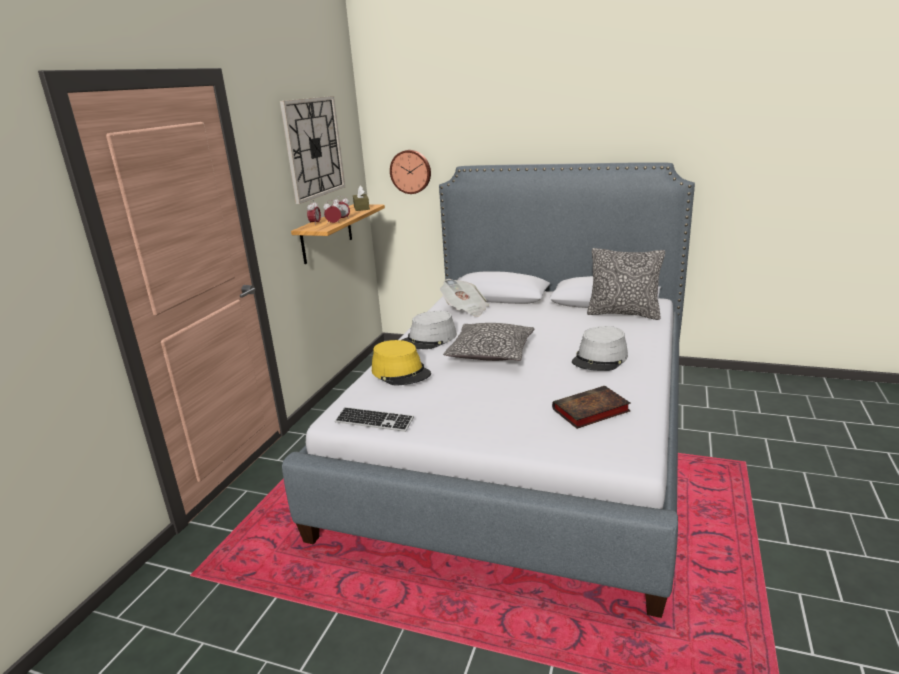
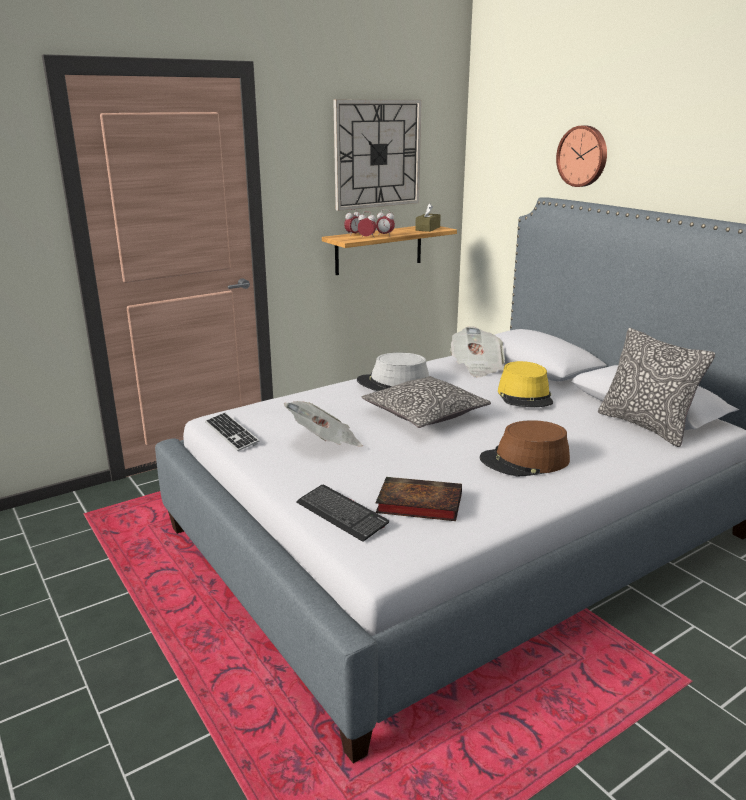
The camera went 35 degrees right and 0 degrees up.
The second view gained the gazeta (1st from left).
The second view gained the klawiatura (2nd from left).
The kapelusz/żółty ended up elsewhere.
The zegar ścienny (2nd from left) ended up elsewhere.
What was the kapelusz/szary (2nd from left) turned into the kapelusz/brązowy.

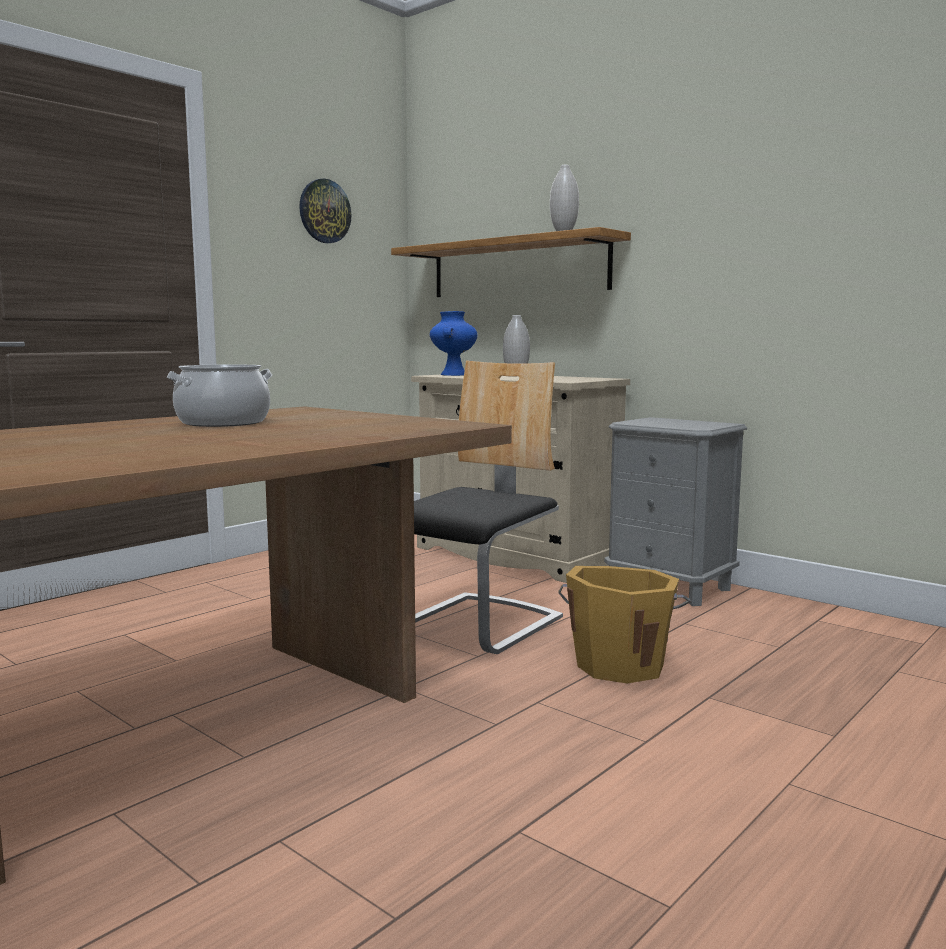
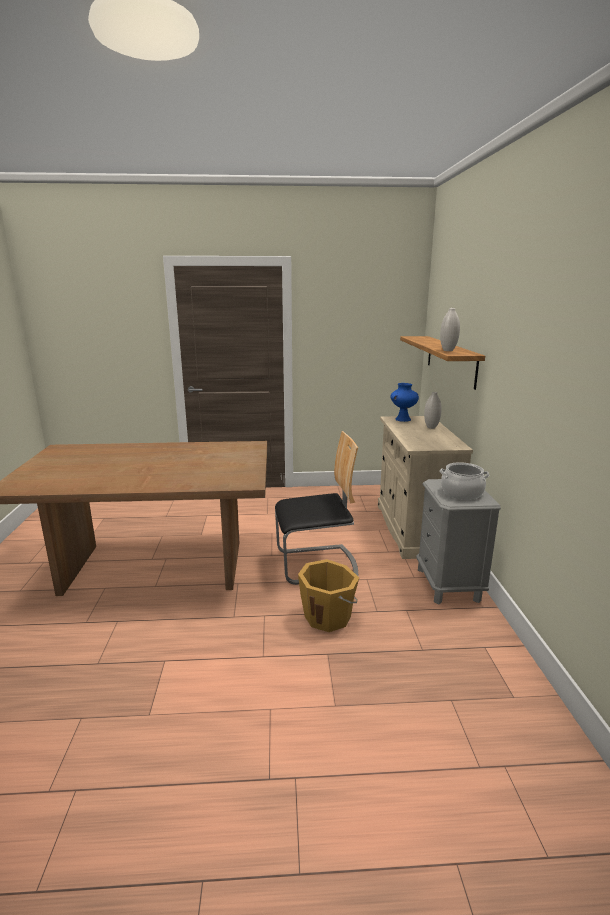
The camera went 45 degrees right and 10 degrees up.
The second view lost the zegar ścienny.
The garnek ended up elsewhere.

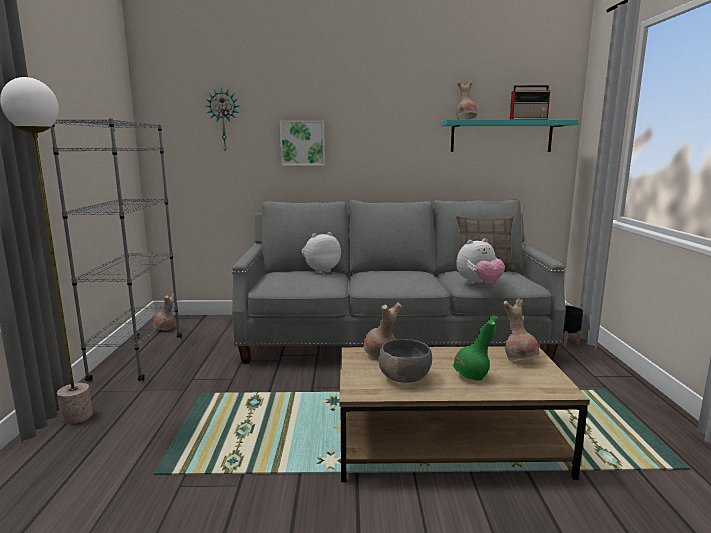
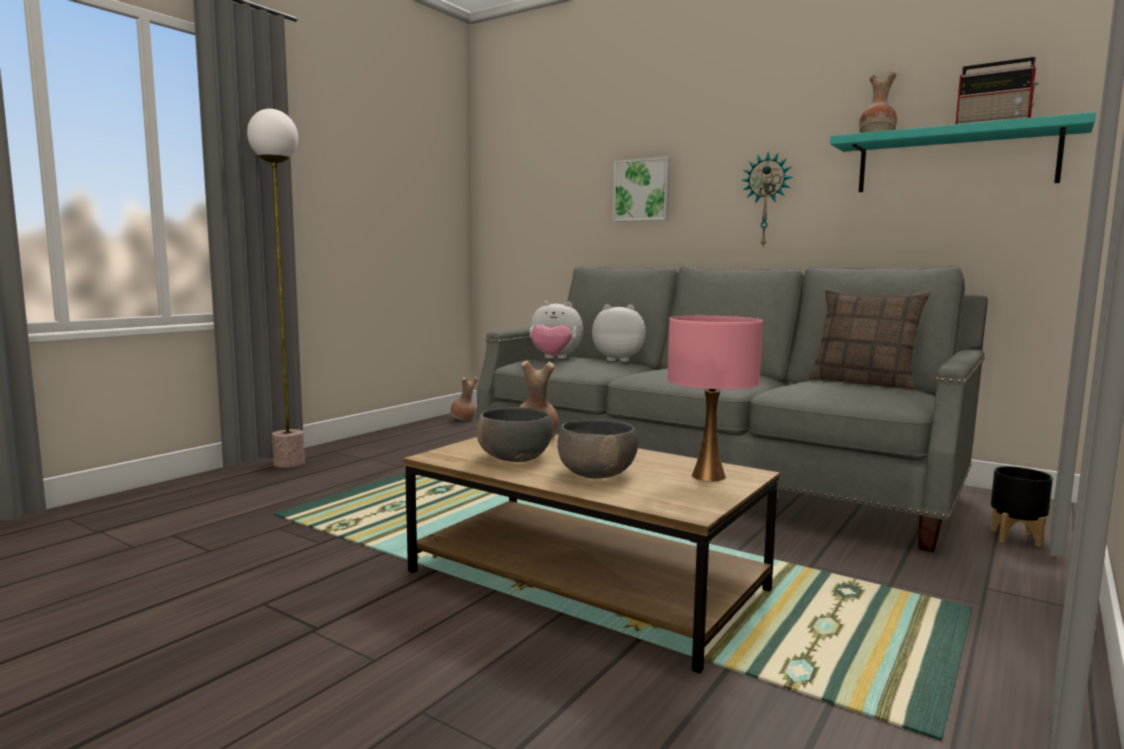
The camera went 35 degrees right and 5 degrees down.
The second view lost the regał/szary.
The zegar ścienny ended up elsewhere.
The pluszak (2nd from left in the first image) ended up elsewhere.
Where the wazon/zielony stood, the miska/szary (2nd from left) came to stand.
Where the wazon/brązowy (4th from left) stood, the lampa stołowa/różowy came to stand.

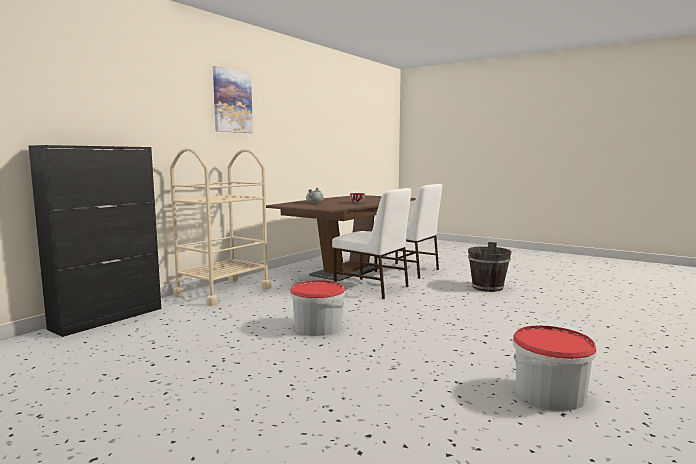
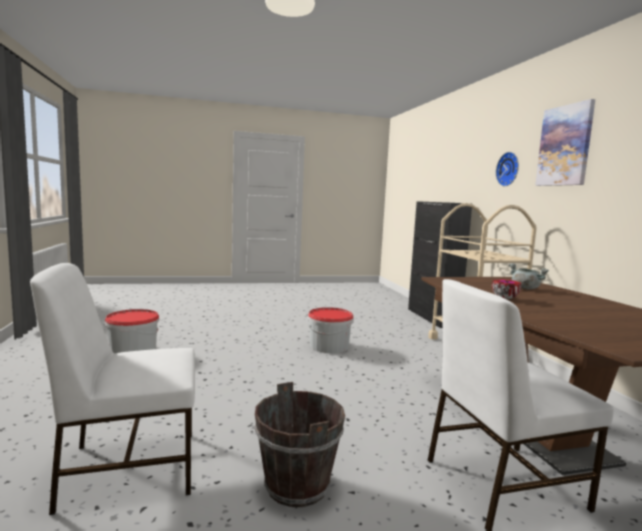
The camera went 130 degrees right and 0 degrees up.
The second view gained the zegar ścienny.
The krzesło/biały (1st from left) ended up elsewhere.

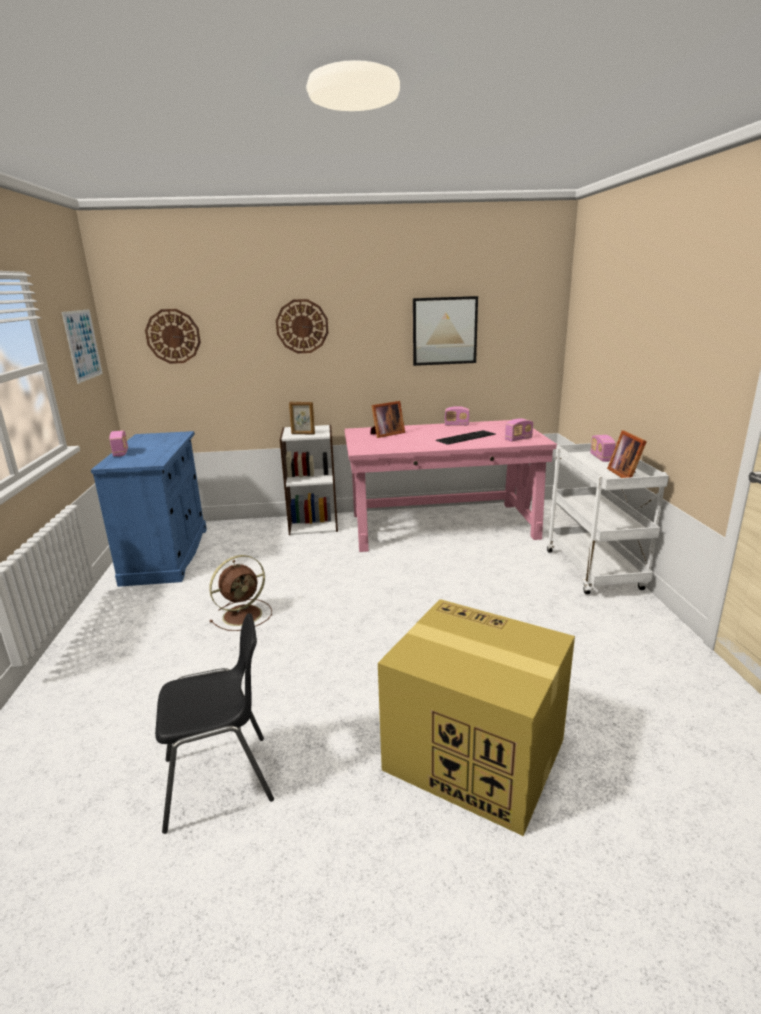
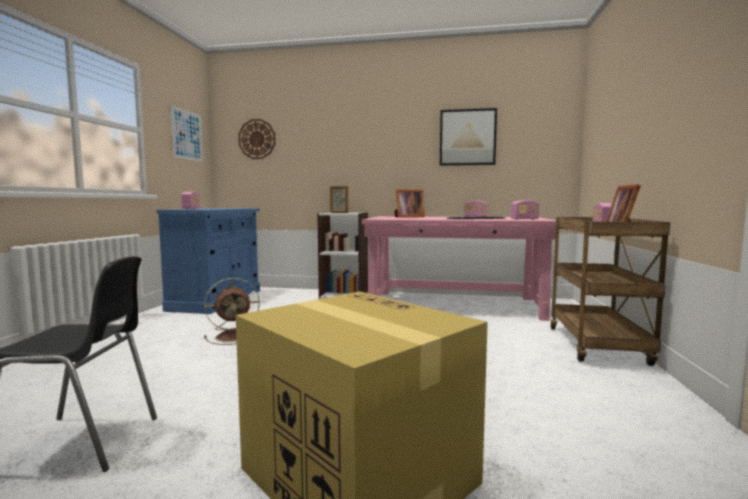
The camera went 15 degrees right and 15 degrees down.
The second view lost the zegar ścienny (2nd from left).
What was the wózek/biały turned into the wózek/brązowy.

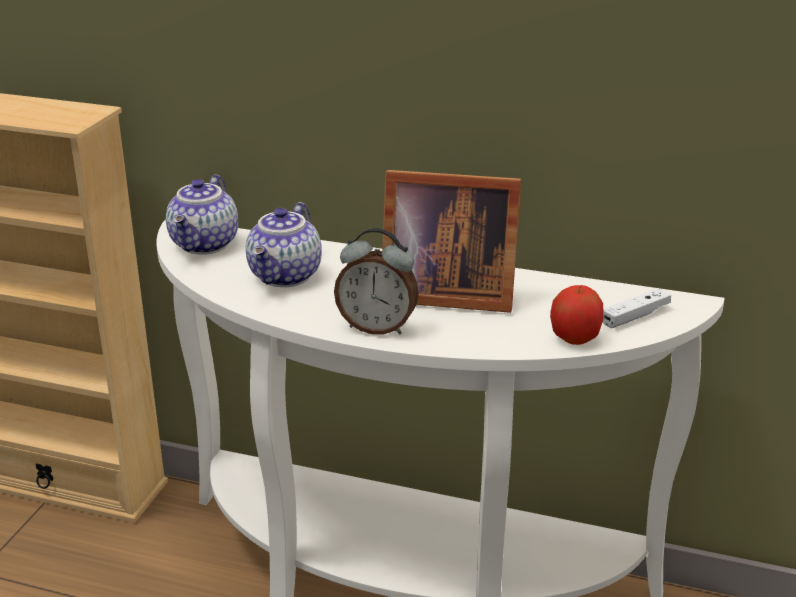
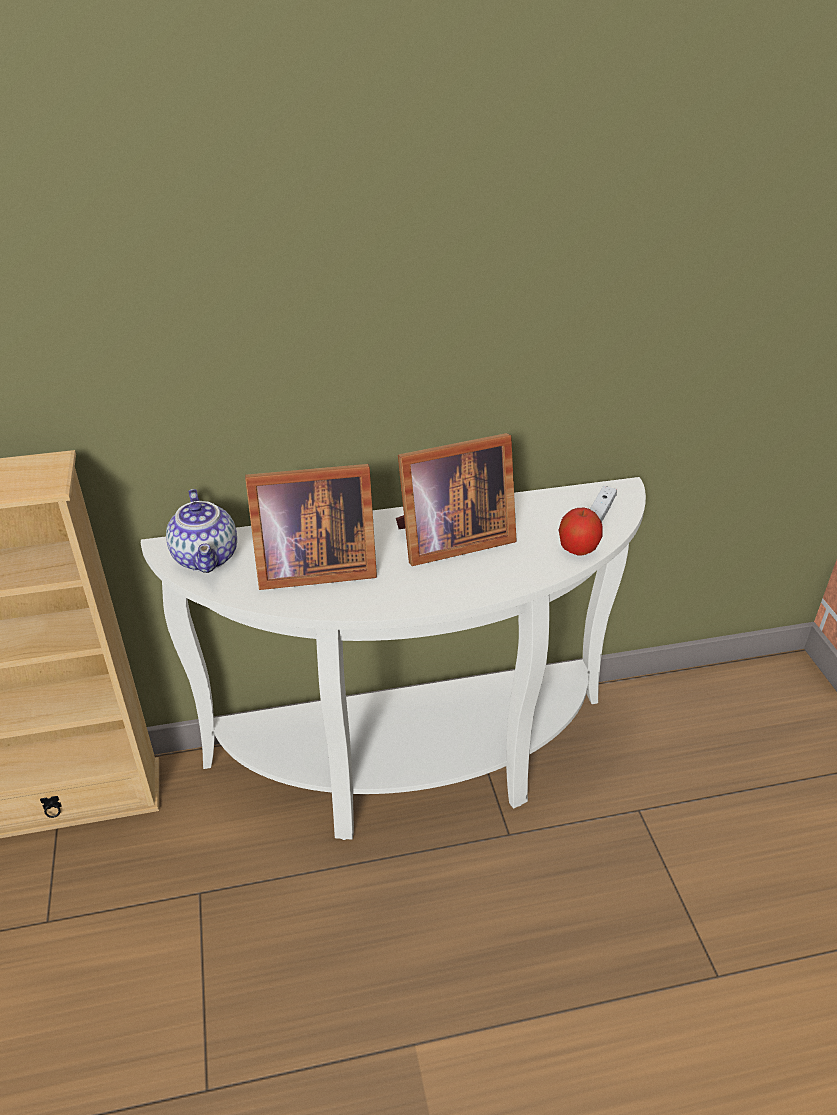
The camera went 30 degrees left and 10 degrees up.
The second view lost the budzik.
Where the imbryk (2nd from left) stood, the ramka na zdjęcie (1st from left) came to stand.

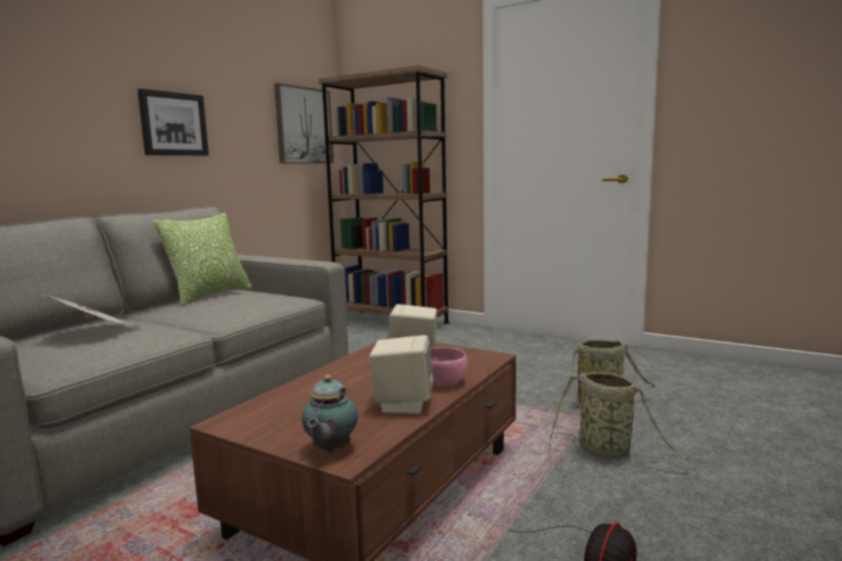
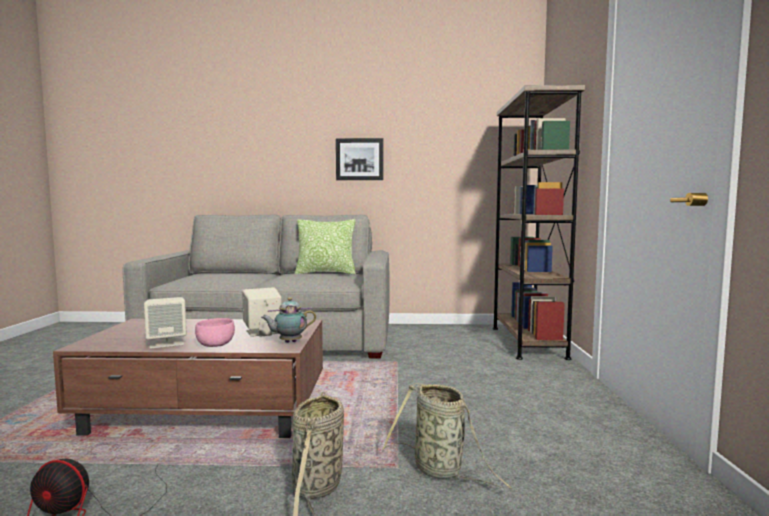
The camera went 60 degrees right and 5 degrees down.
The second view lost the gazeta.
The second view lost the obraz (2nd from left).
The imbryk ended up elsewhere.

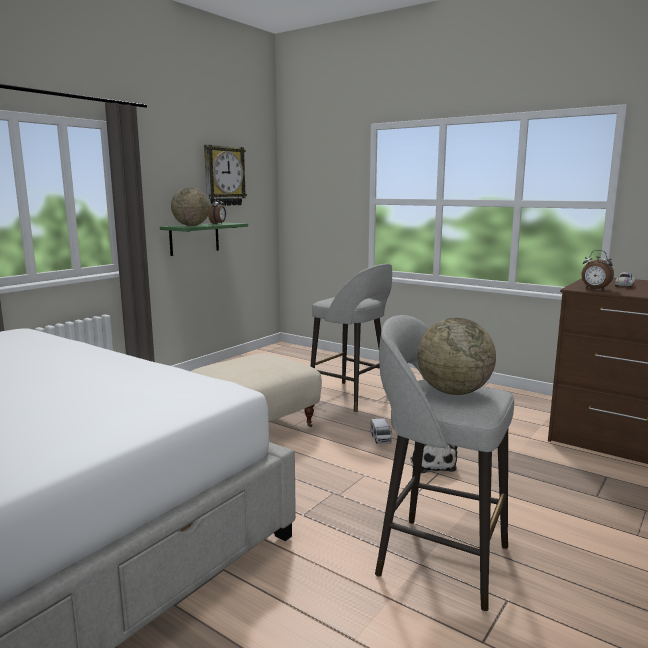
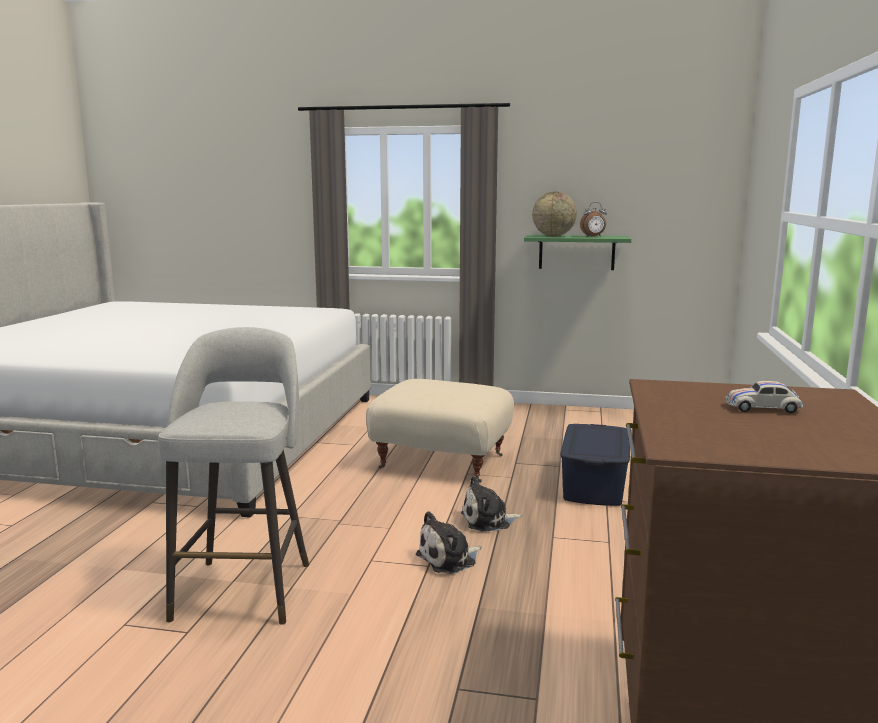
The camera went 65 degrees right and 0 degrees up.
The second view lost the zegar ścienny.
The second view lost the globus (2nd from left).
The second view lost the budzik (2nd from left).
Where the stołek/szary (1st from left) stood, the pojemnik do przechowywania/niebieski came to stand.
Where the ciężarówka zabawkowa stood, the pluszak (2nd from left) came to stand.

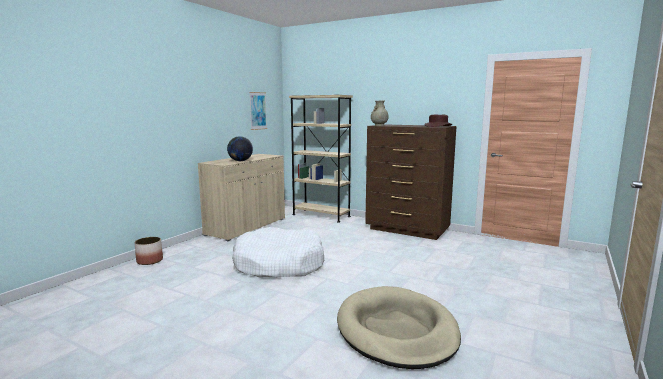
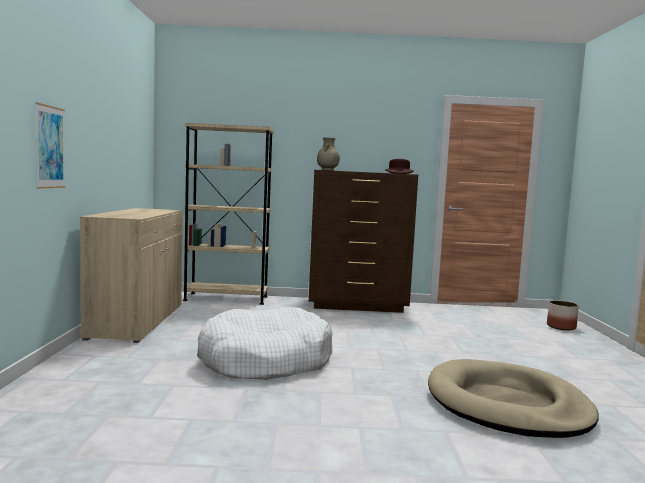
The camera went 30 degrees left and 5 degrees down.
The second view lost the globus.
The donica ended up elsewhere.
The obraz ended up elsewhere.

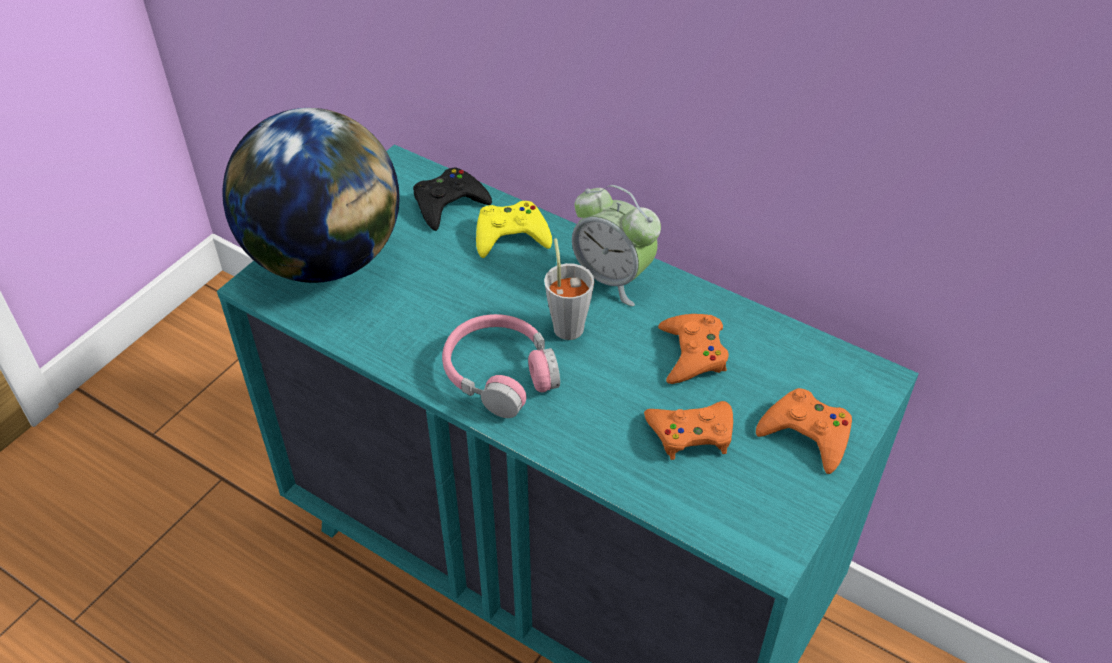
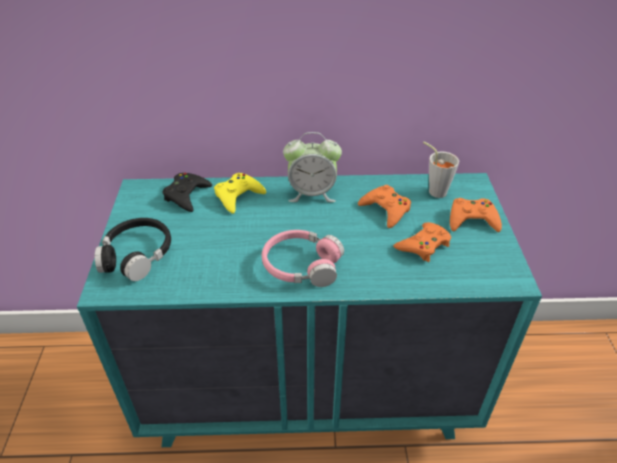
The camera went 35 degrees left and 5 degrees down.
The filiżanka/szary ended up elsewhere.
Where the globus stood, the słuchawki/czarny came to stand.

